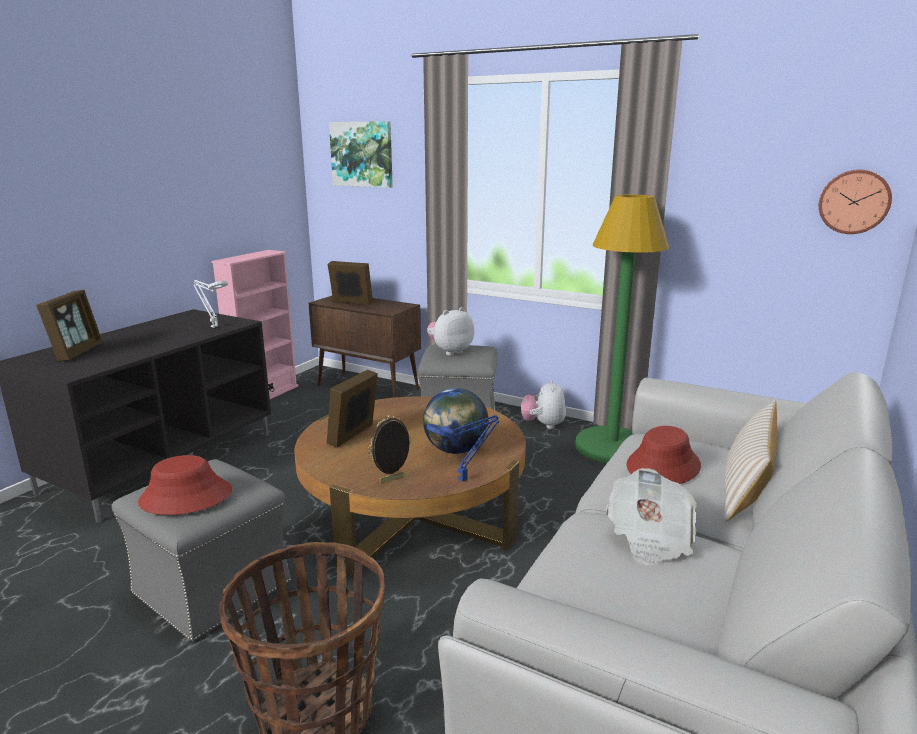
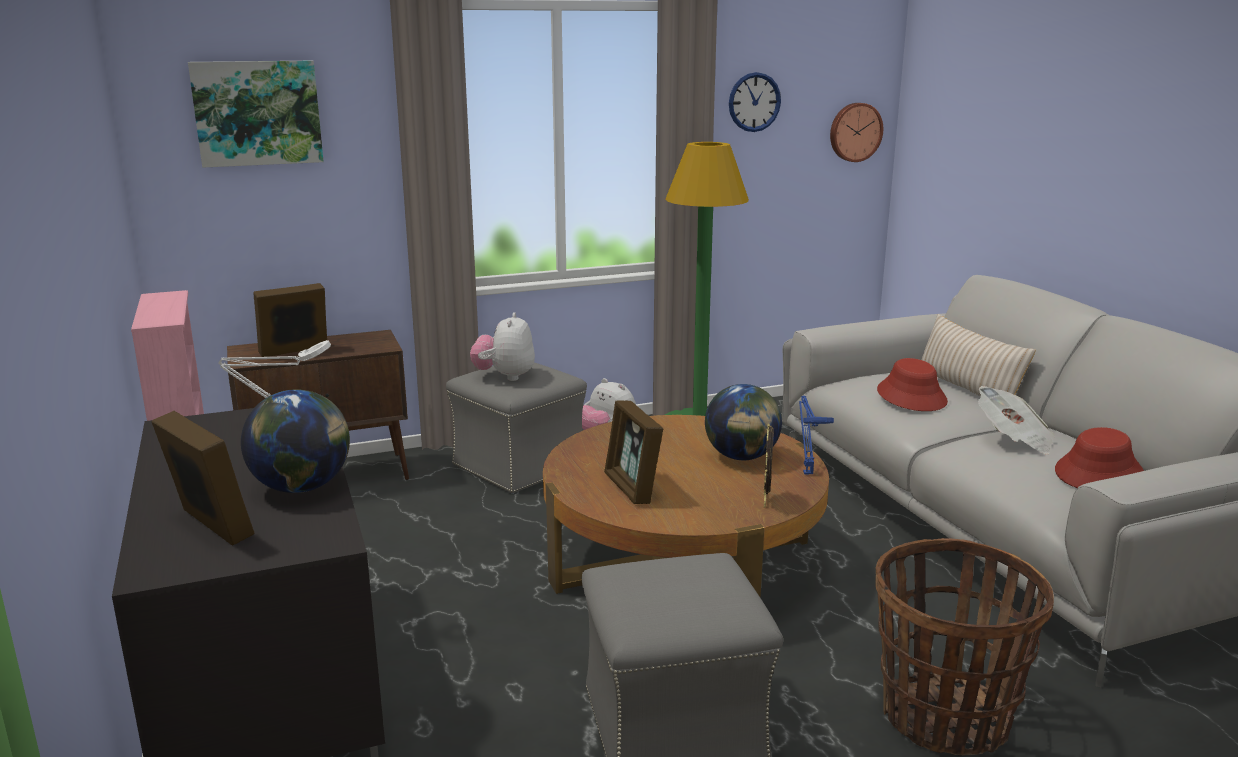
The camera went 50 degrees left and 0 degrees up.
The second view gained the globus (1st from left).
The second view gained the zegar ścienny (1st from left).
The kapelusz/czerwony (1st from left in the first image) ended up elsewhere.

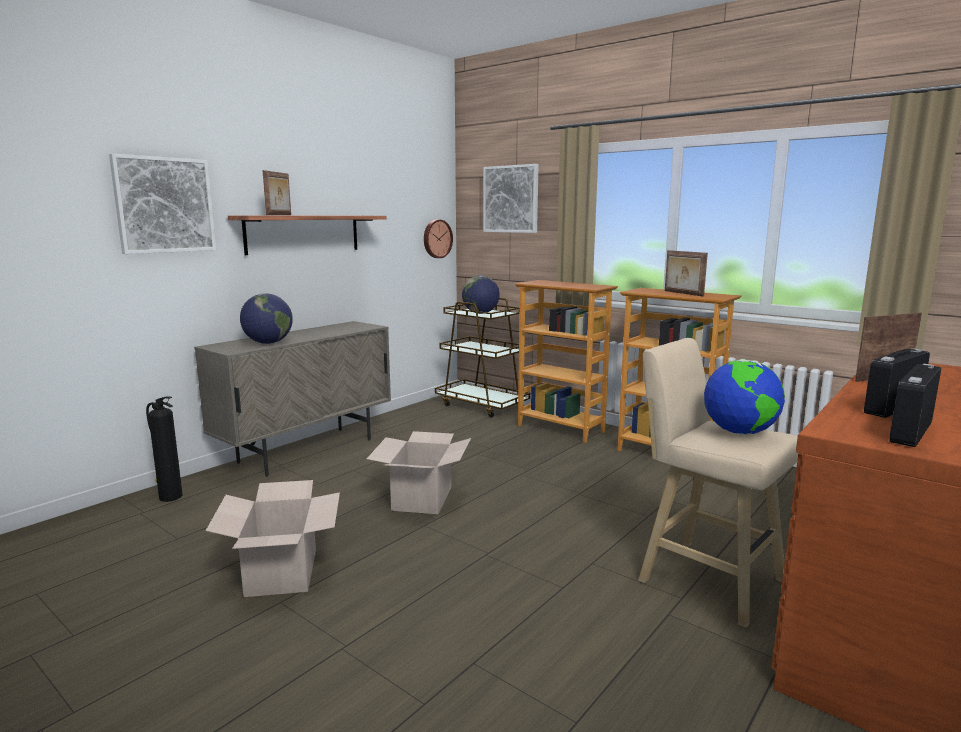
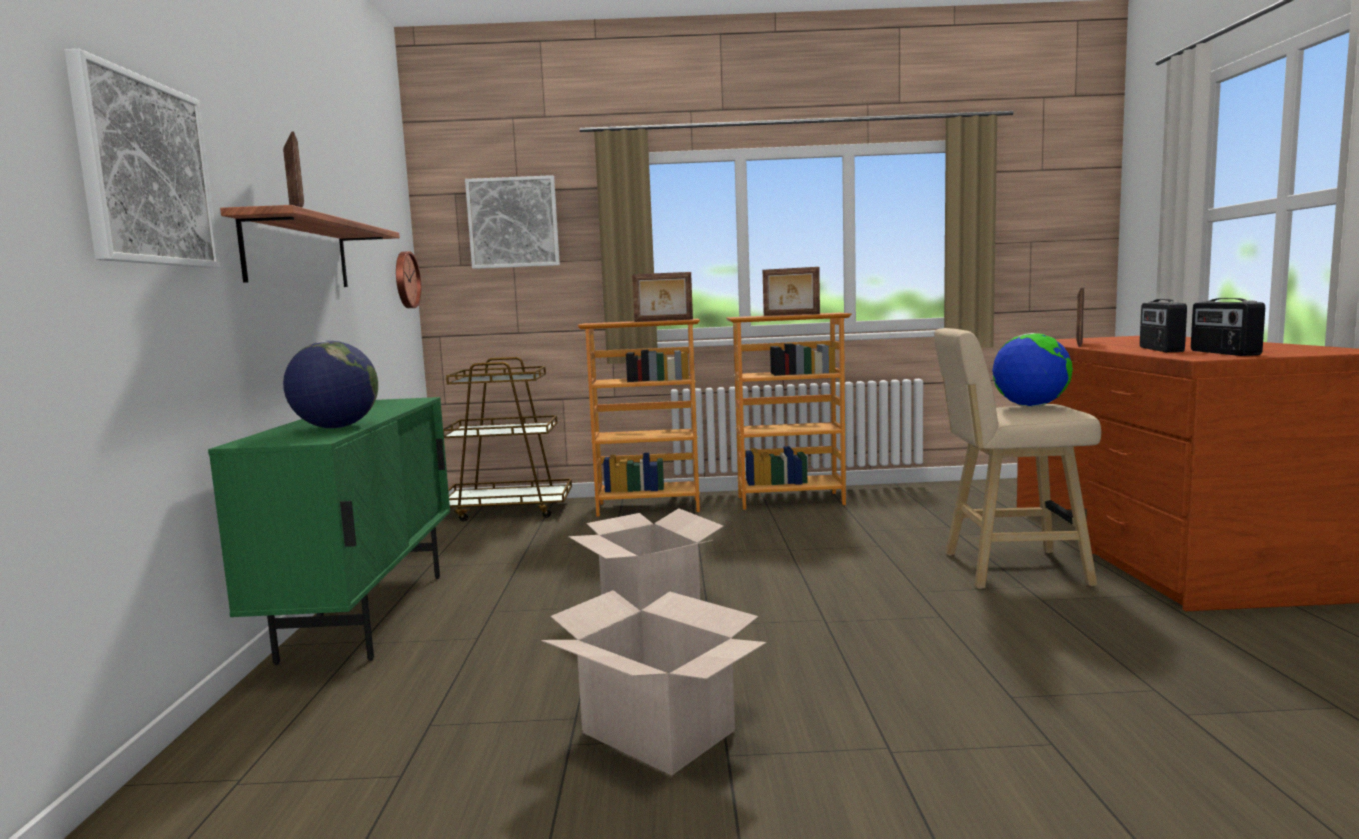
The camera went 40 degrees left and 5 degrees down.
The second view lost the gaśnica.
The second view lost the globus (2nd from left).
The second view gained the ramka na zdjęcie (2nd from left).
What was the szafka/beżowy turned into the szafka/zielony.

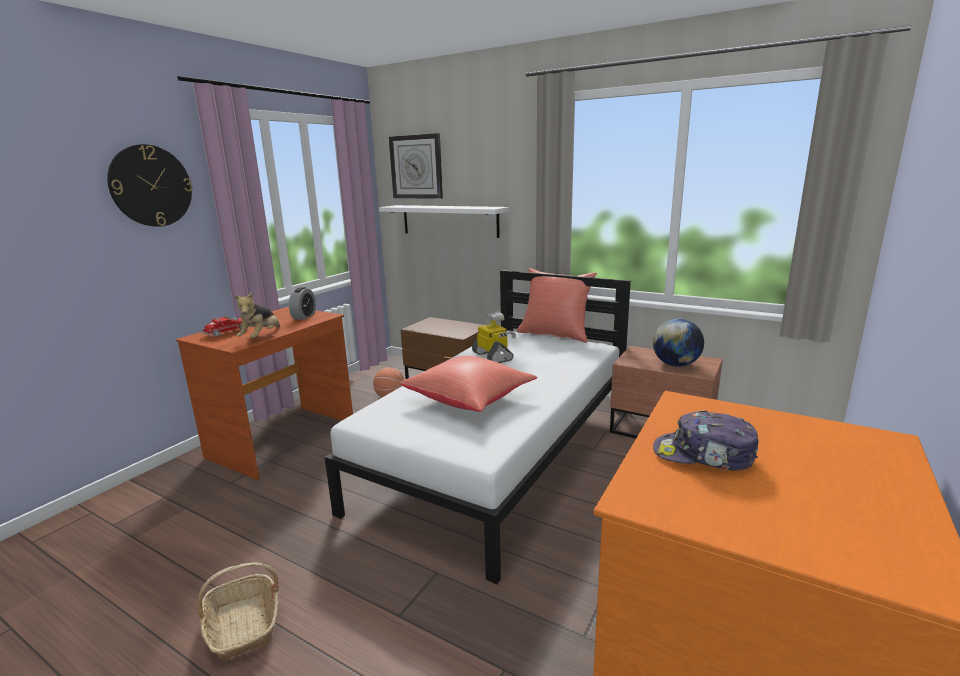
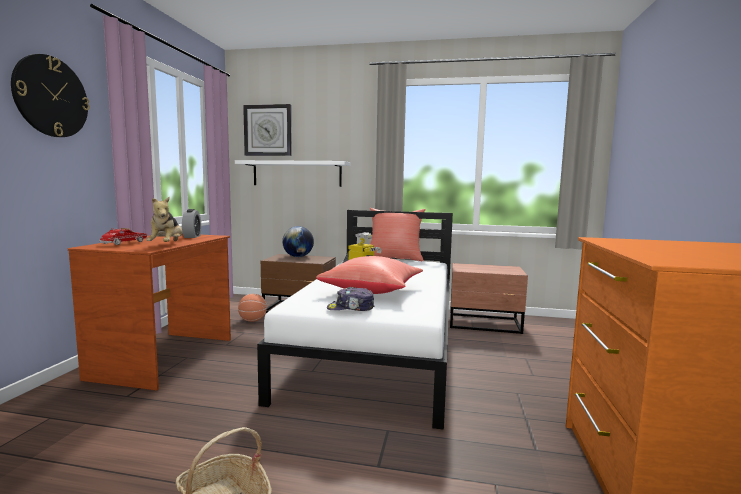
The camera went 20 degrees left and 10 degrees down.
The globus ended up elsewhere.
The czapka z daszkiem ended up elsewhere.

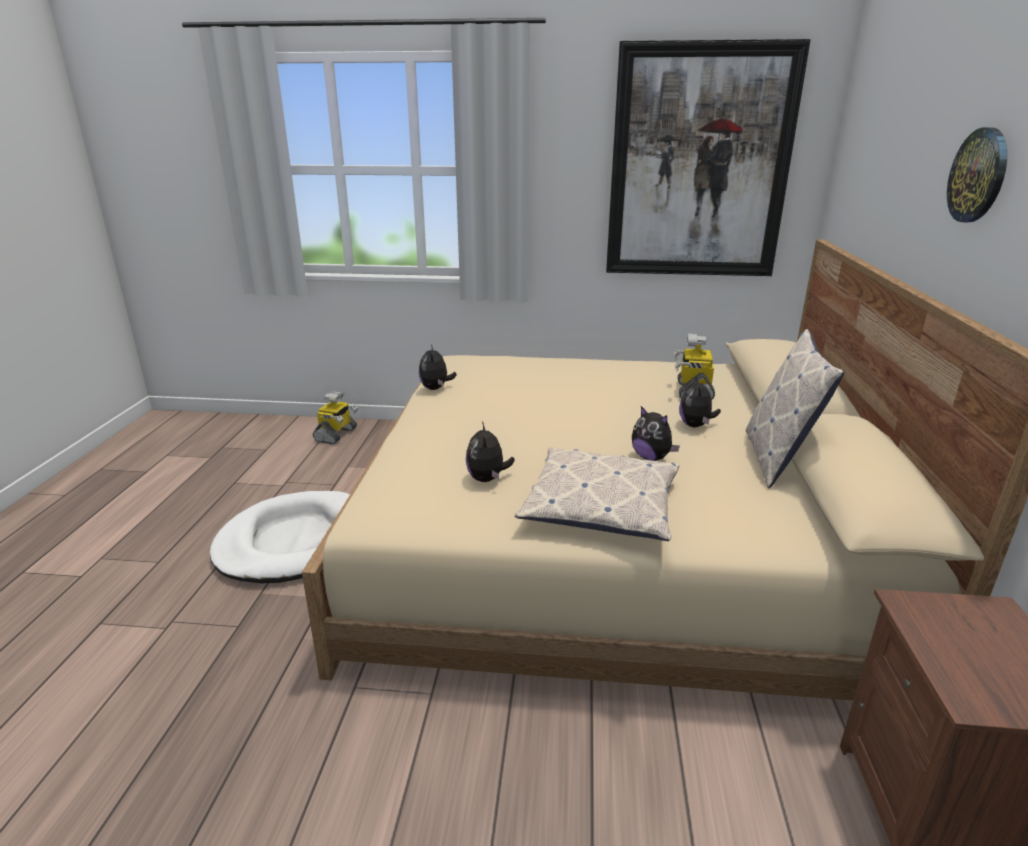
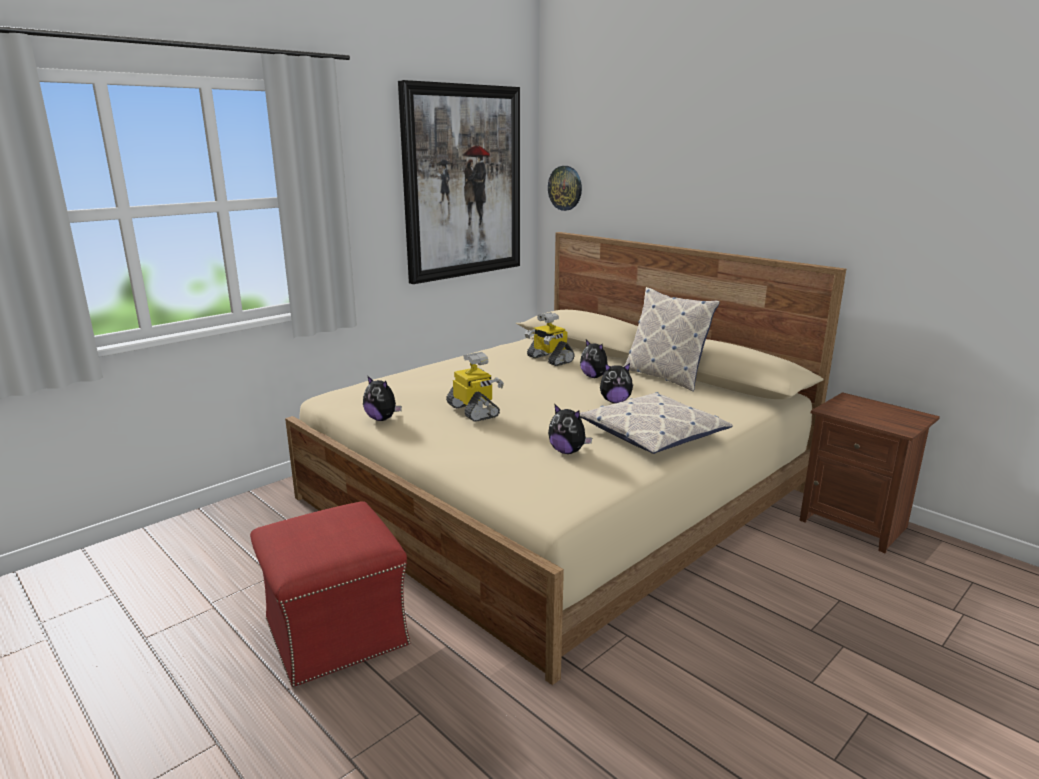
The camera went 50 degrees left and 5 degrees down.
The robot zabawkowy (1st from left) ended up elsewhere.
The zegar ścienny ended up elsewhere.
Where the legowisko/biały stood, the pufa/czerwony came to stand.

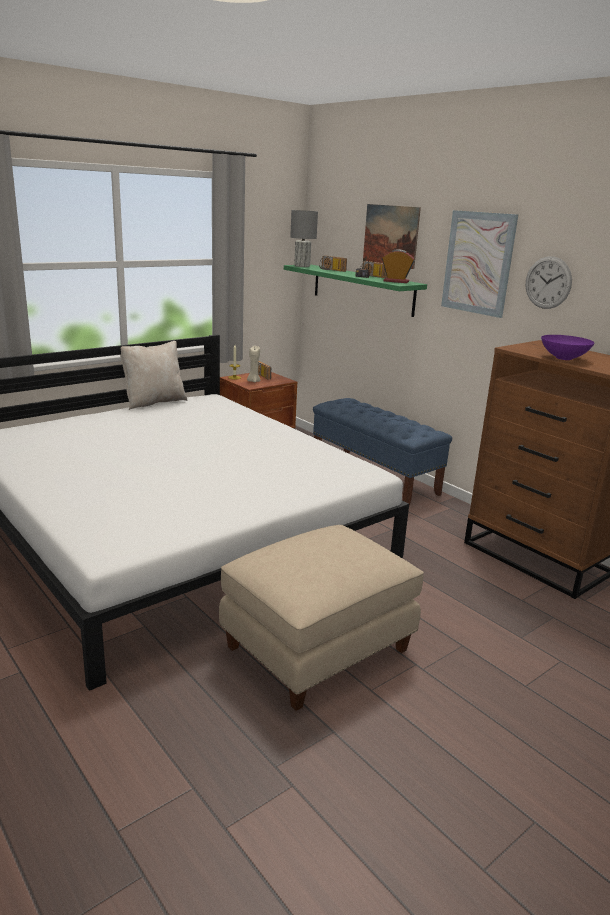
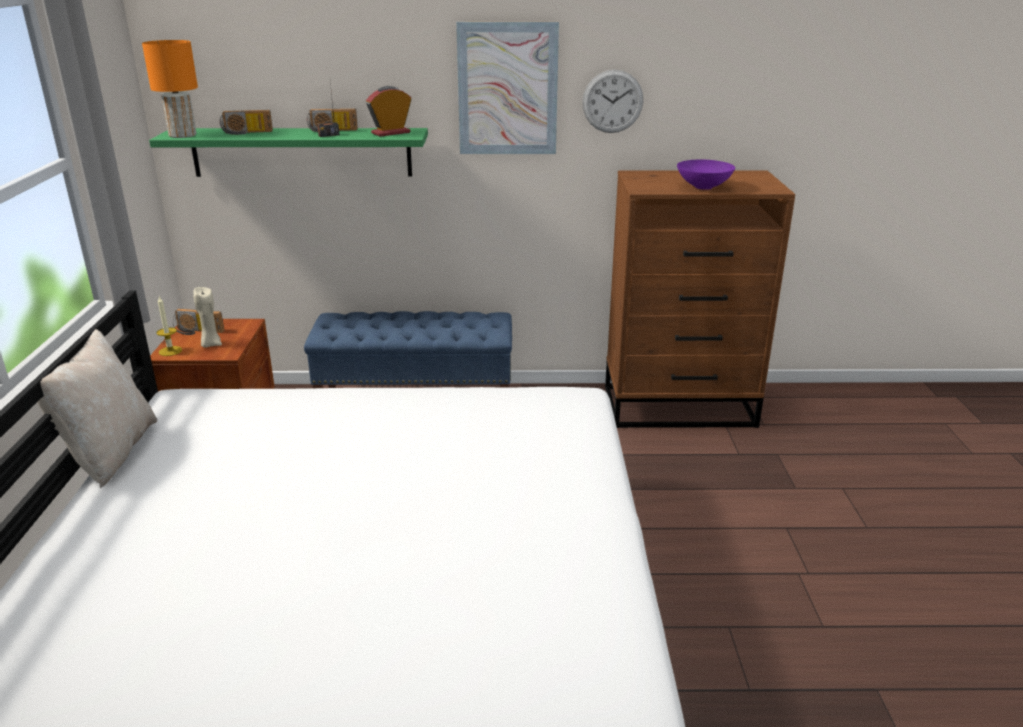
The camera went 50 degrees left and 5 degrees up.
The second view lost the pufa/beżowy.
The second view lost the obraz (1st from left).
What was the lampa stołowa/szary turned into the lampa stołowa/pomarańczowy.

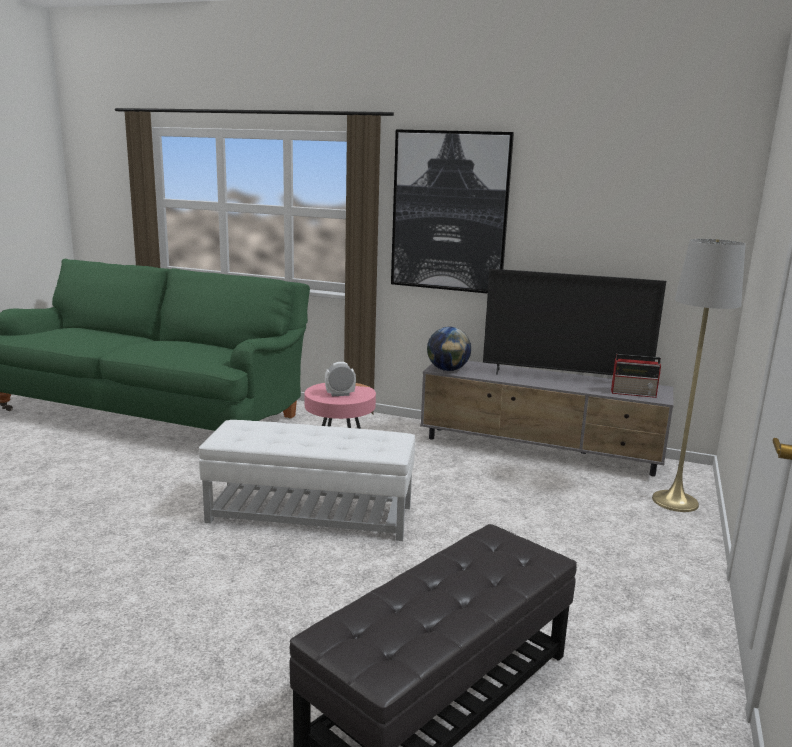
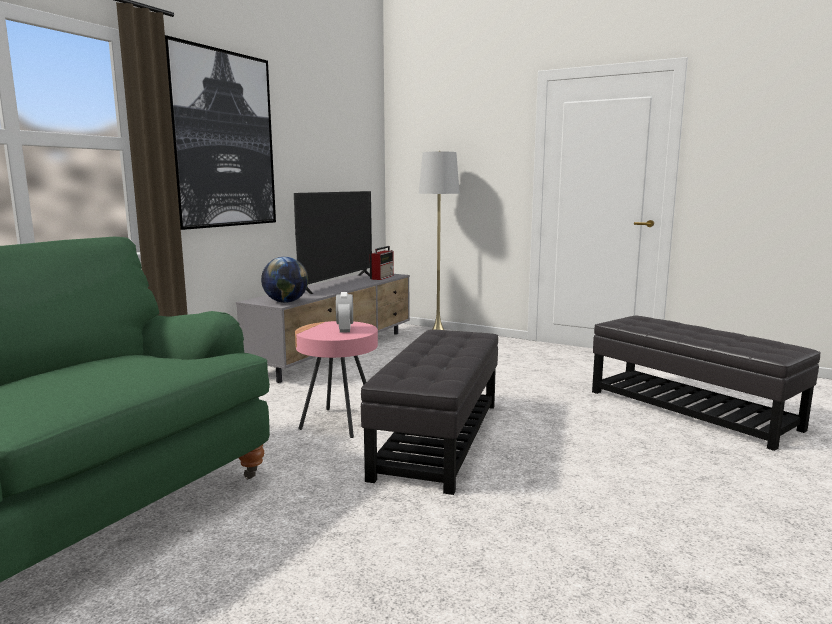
The camera went 80 degrees left and 5 degrees down.
What was the pufa/biały turned into the pufa/czarny (1st from left).

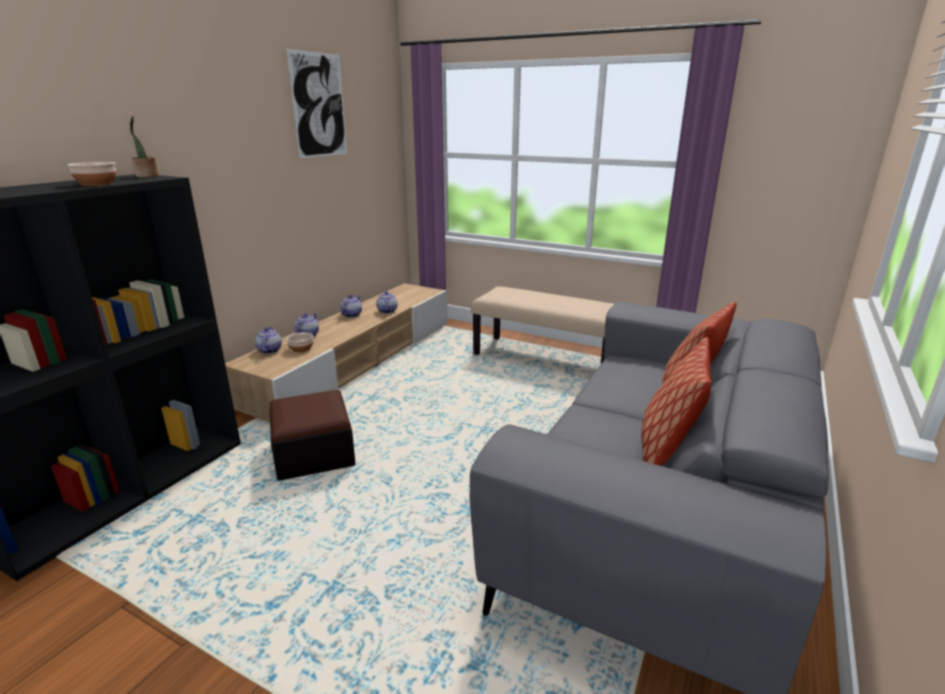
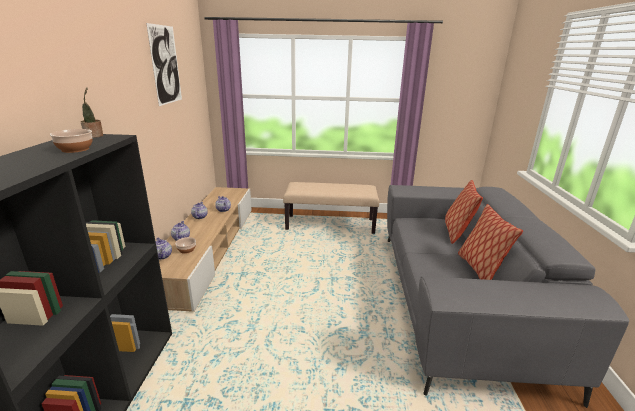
The camera went 25 degrees left and 0 degrees up.
The second view lost the pufa.

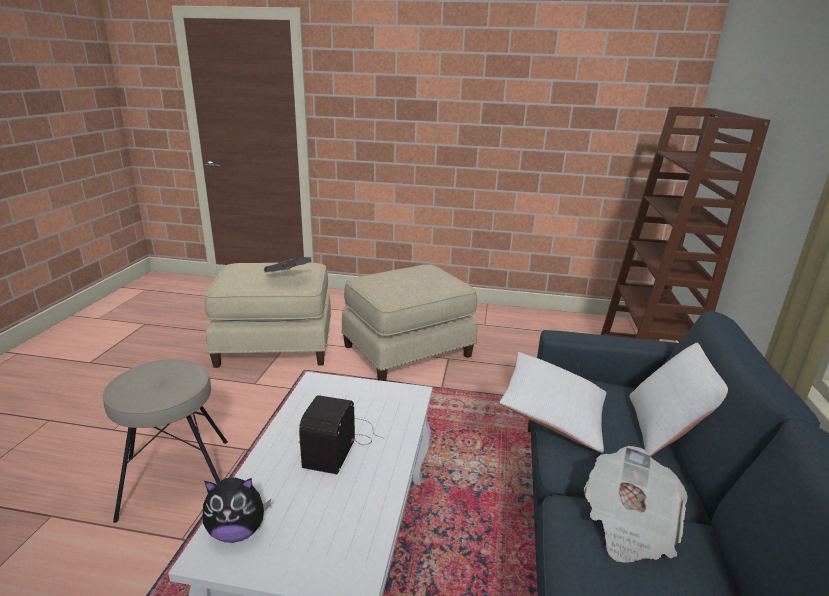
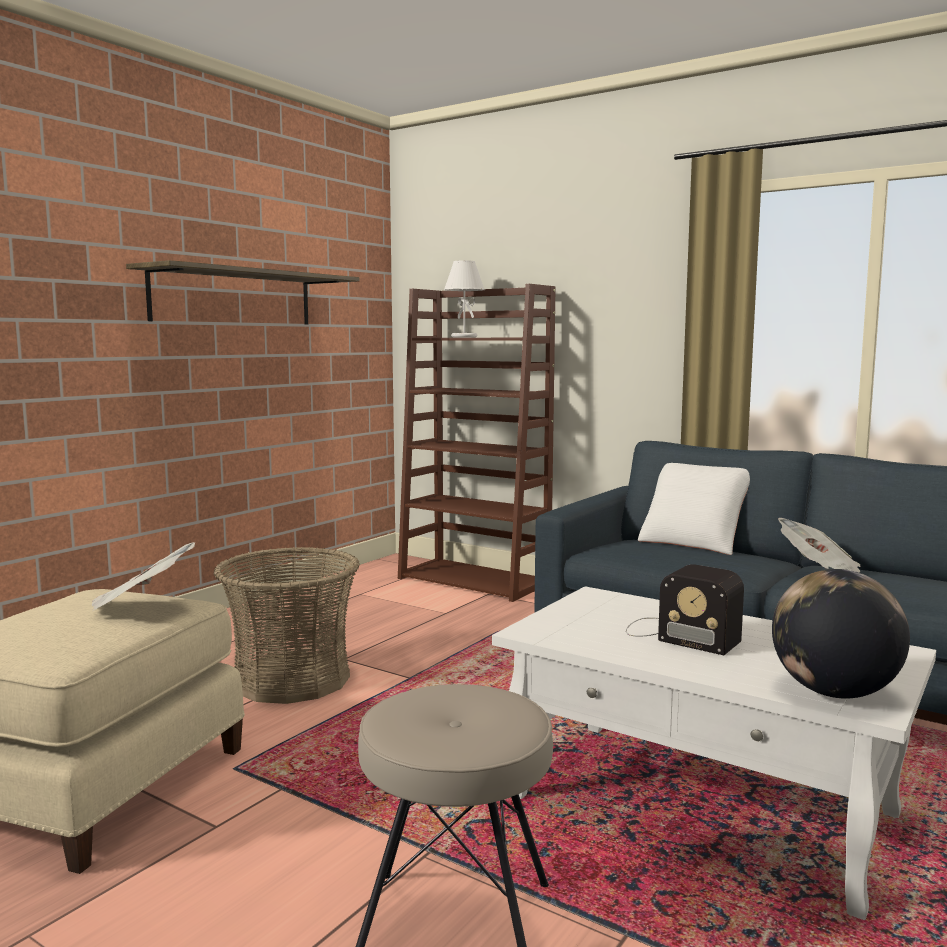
The camera went 65 degrees left and 15 degrees down.
The second view lost the poduszka/biały (1st from left).
The second view gained the półka.
The second view gained the lampa stołowa/biały.
Where the pluszak stood, the globus came to stand.
Where the pufa/beżowy (2nd from left) stood, the koszyk came to stand.

